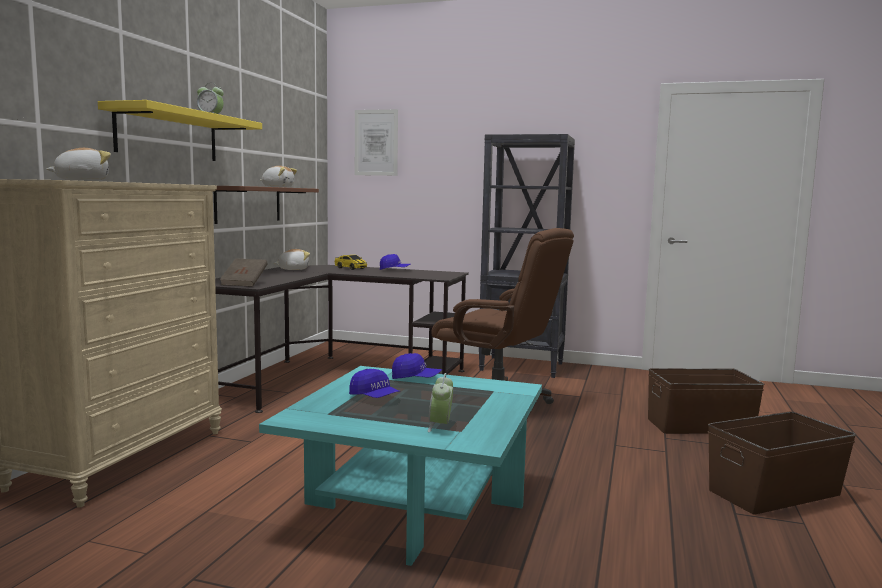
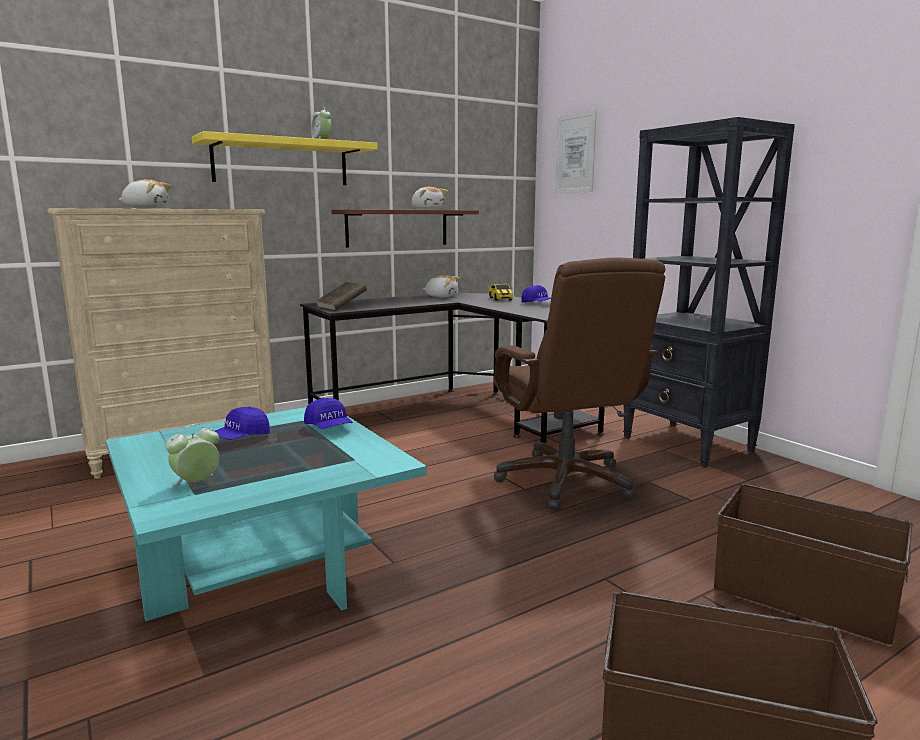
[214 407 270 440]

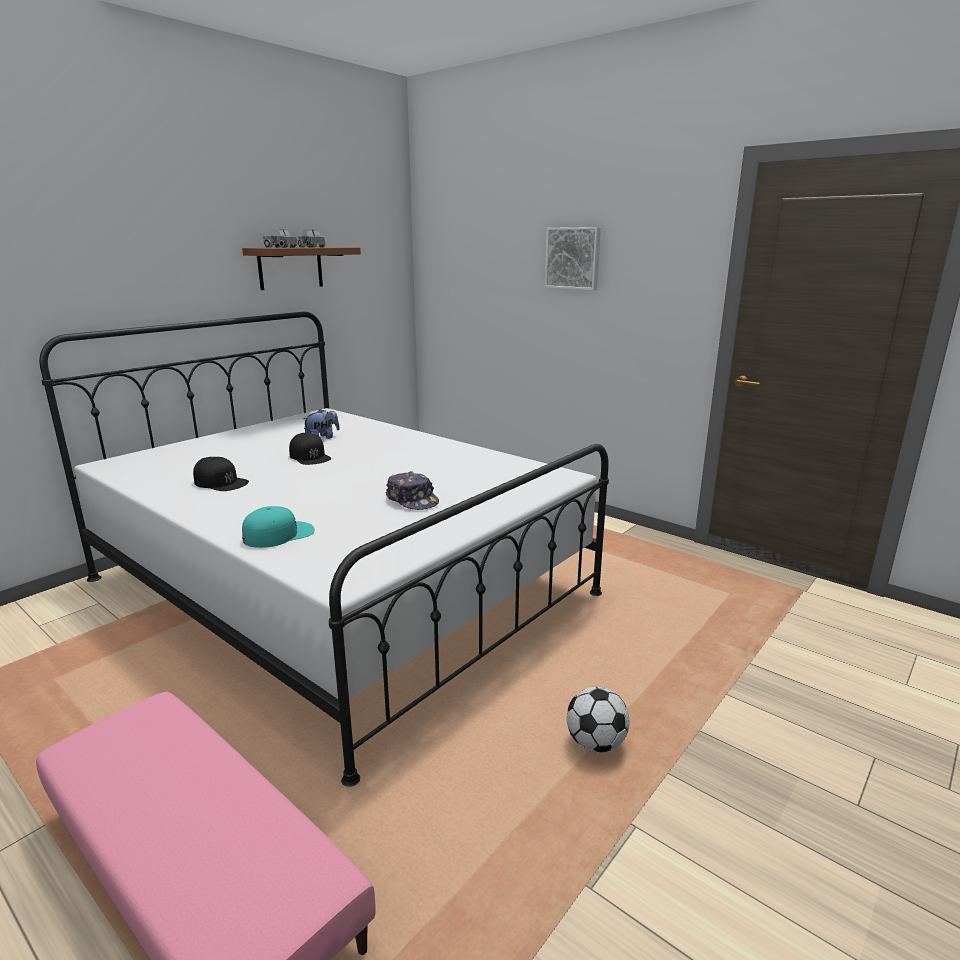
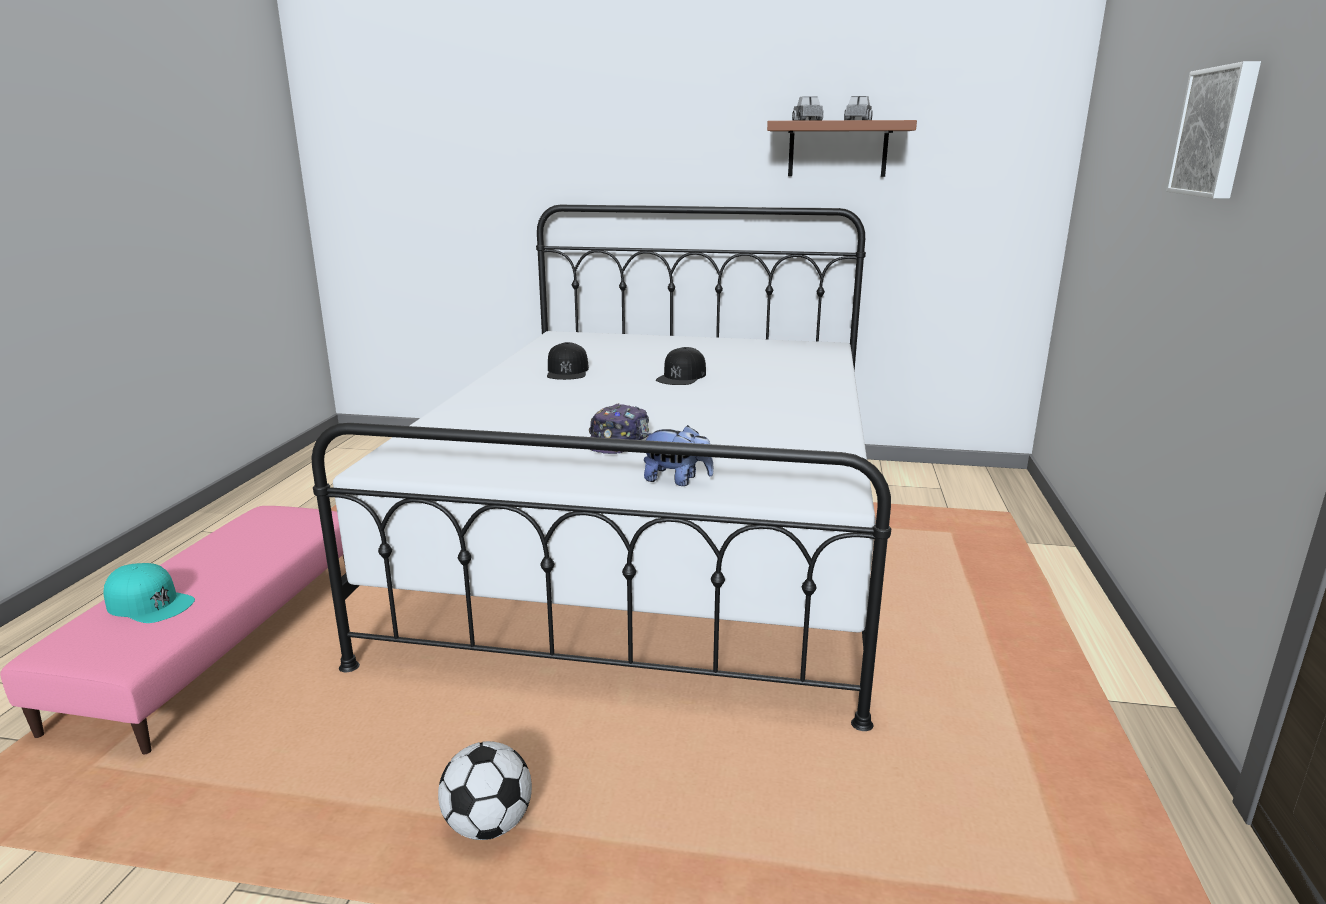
[641 425 714 486]
[104 563 195 623]

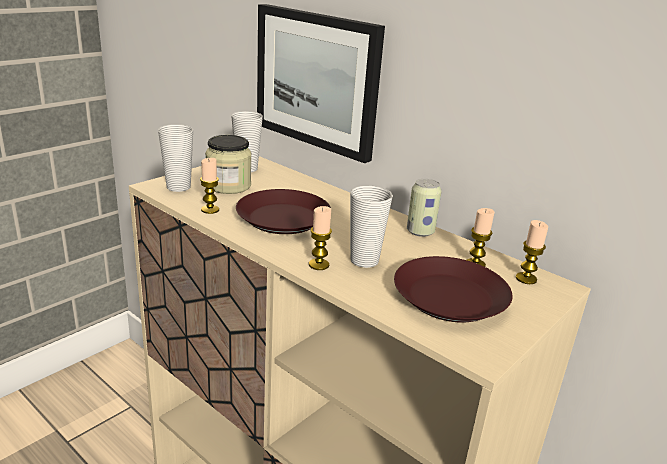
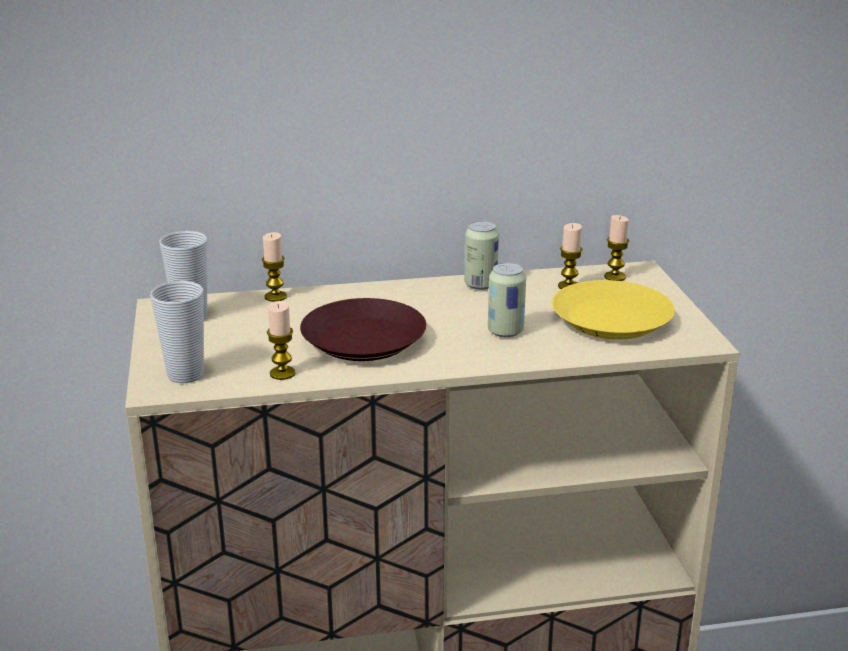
[257 4 385 163] (first image)
[205 135 251 194] (first image)
[488 263 526 337]
[262 232 287 302]
[552 280 675 340]

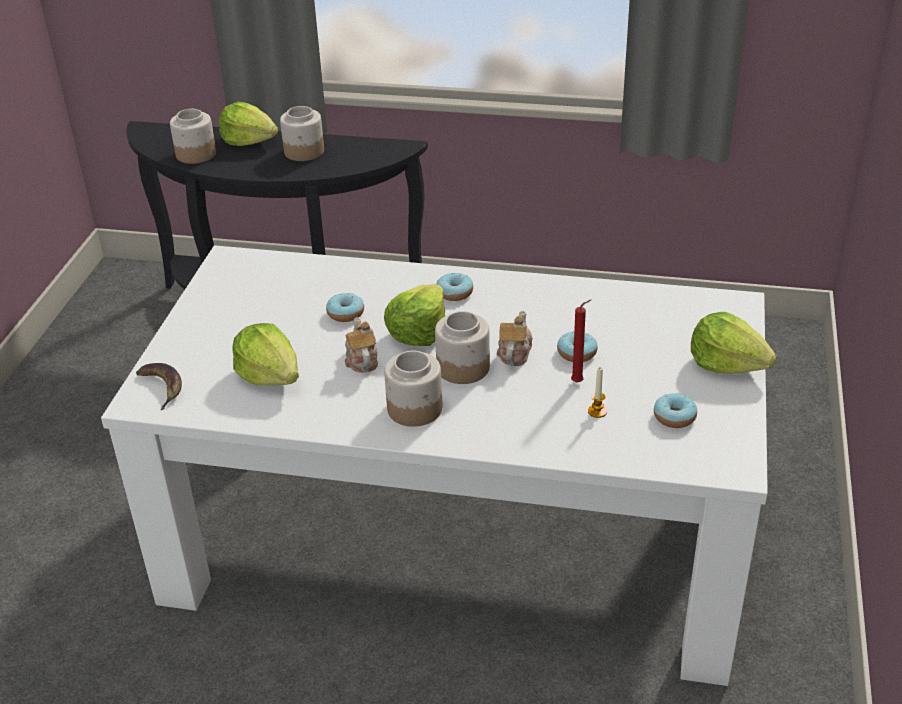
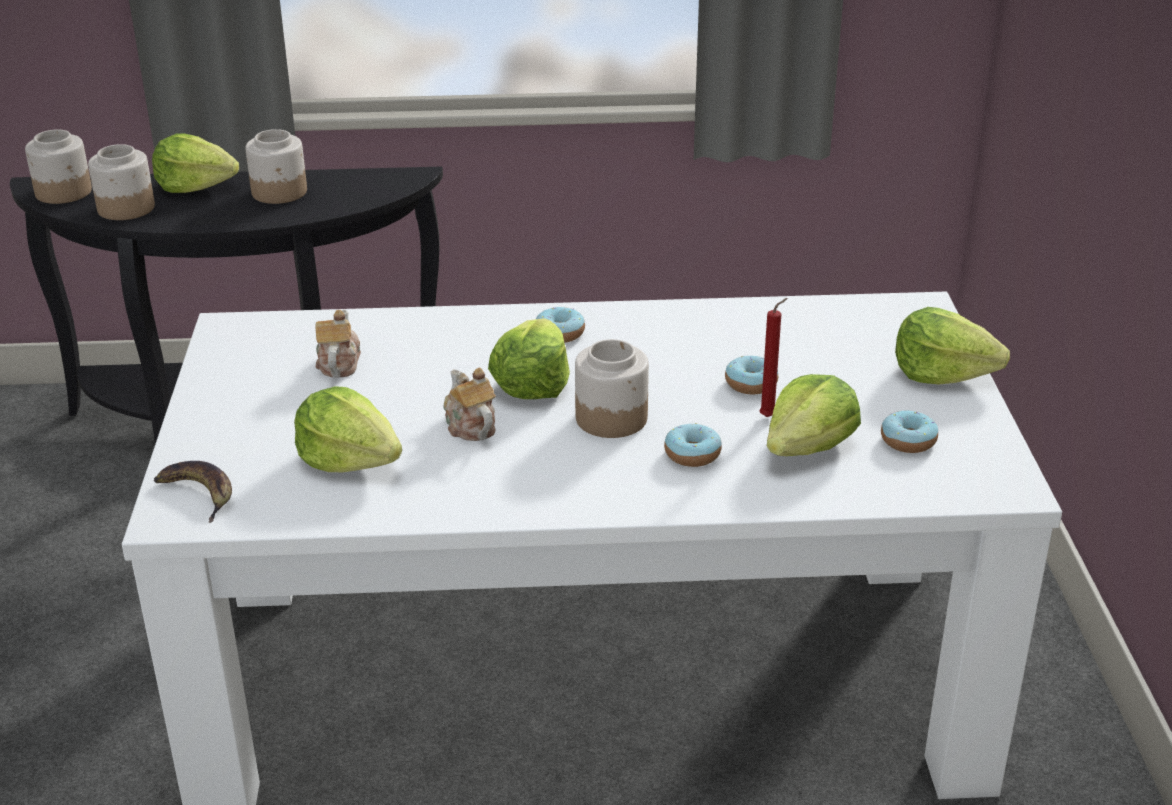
[664 423 722 467]
[315 310 361 378]
[25 130 92 204]
[767 374 861 456]

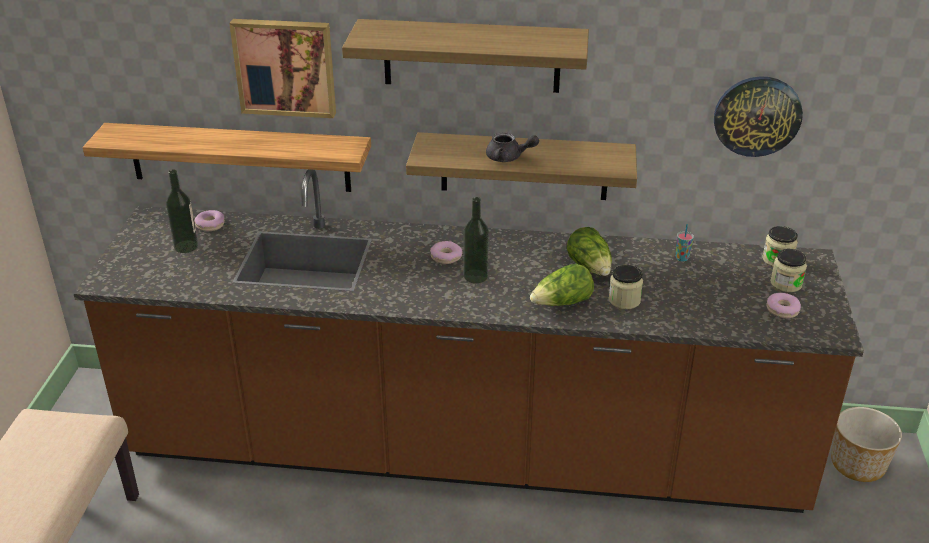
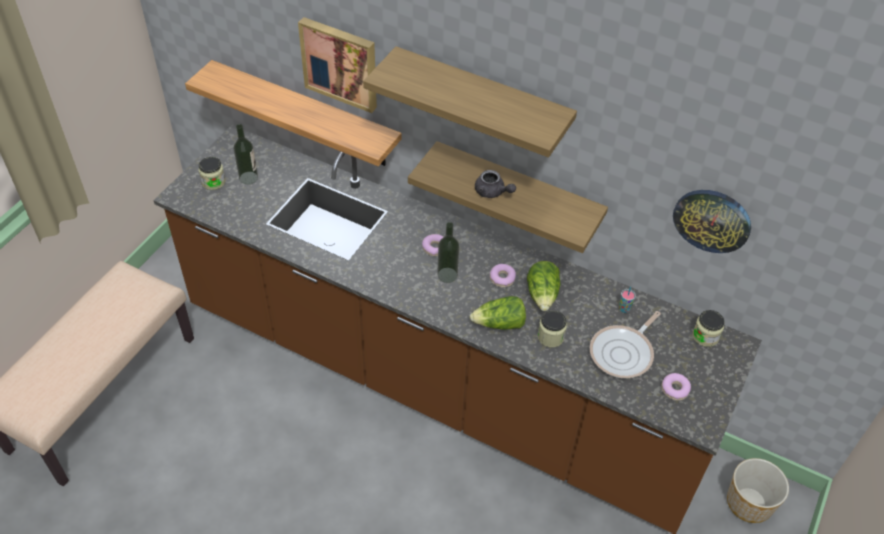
[490 264 516 287]
[199 157 226 190]
[590 311 661 378]

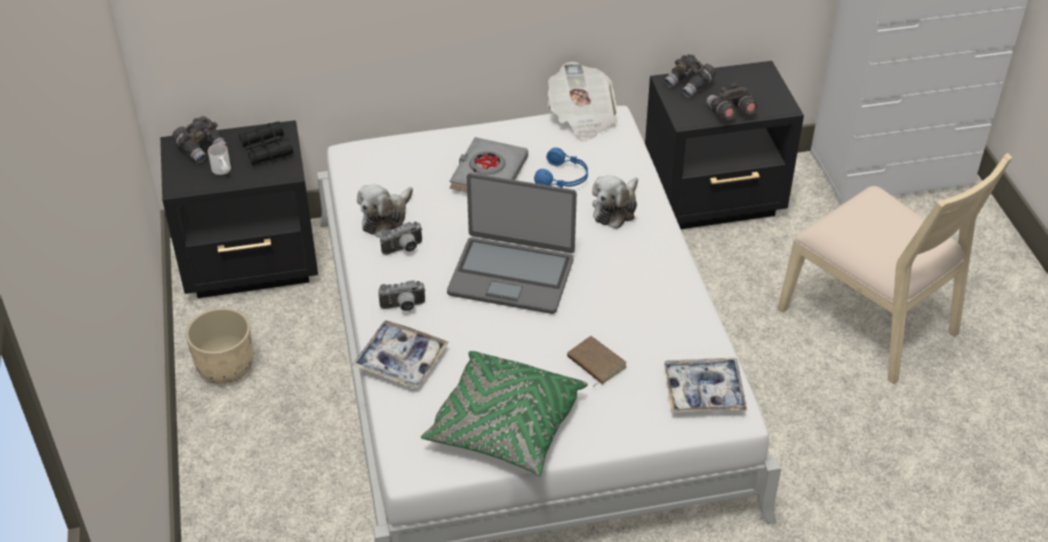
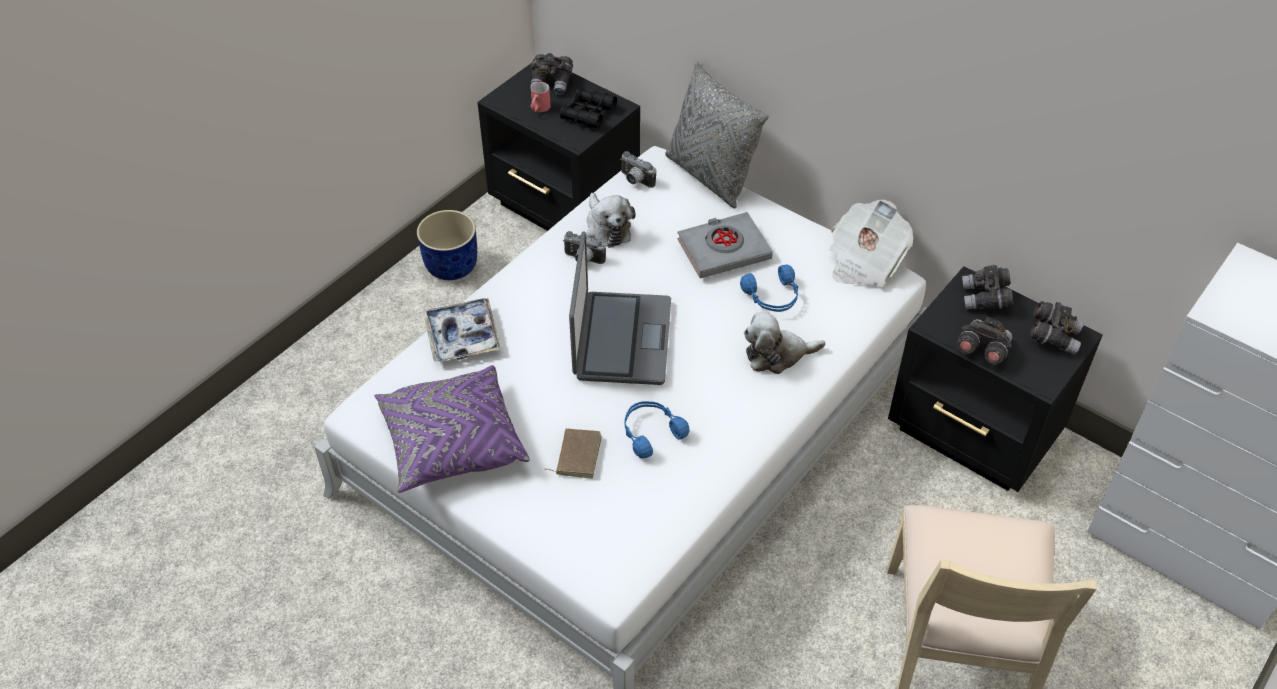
[531 82 551 112]
[569 231 671 385]
[586 193 636 248]
[620 151 656 188]
[417 210 477 280]
[374 365 530 493]
[664 358 747 412] (first image)
[665 62 769 209]
[1030 301 1084 355]
[624 401 689 459]

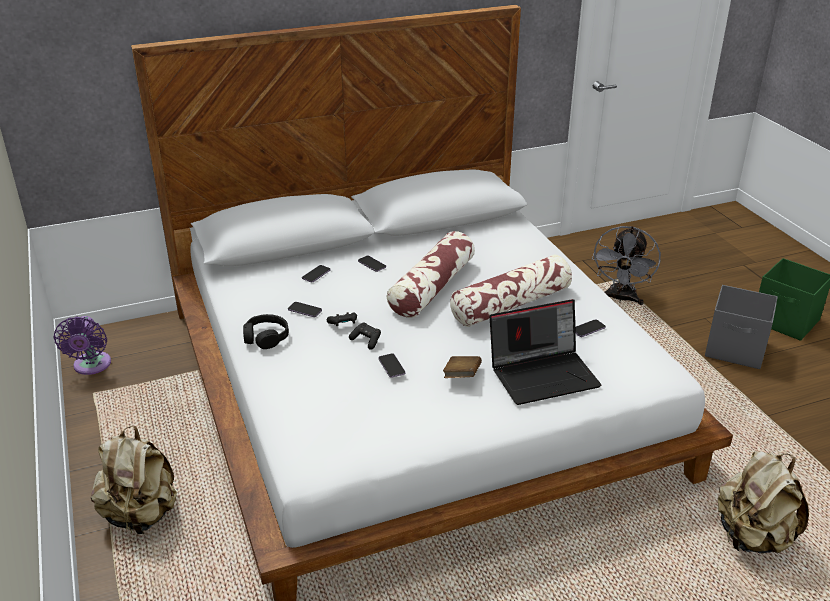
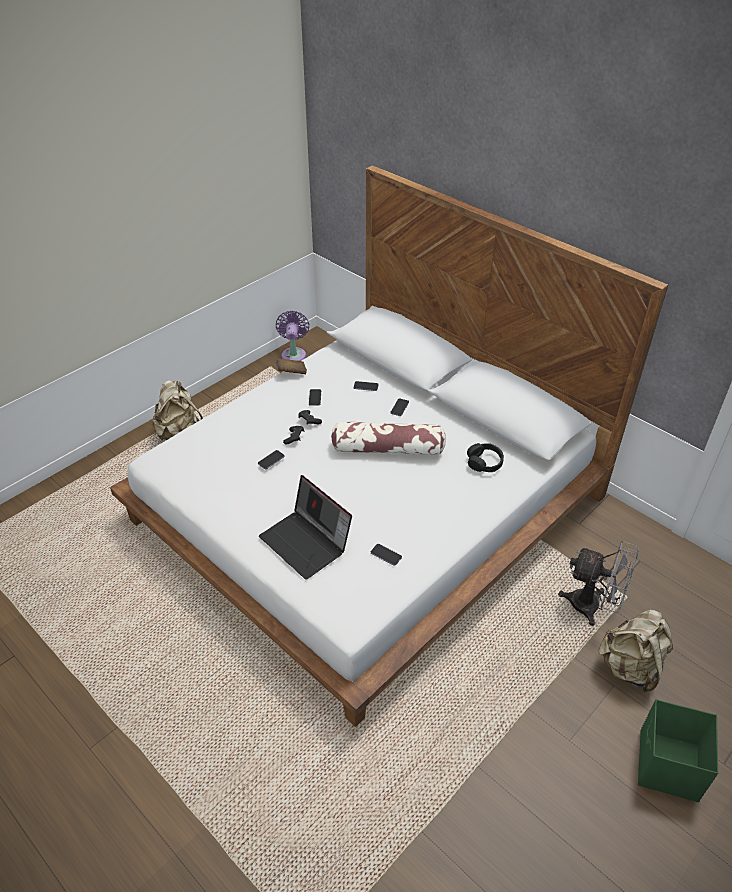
[558 541 639 626]
[450 255 572 327] (first image)
[705 285 778 369] (first image)
[467 443 504 472]
[276 310 309 361]
[276 358 307 374]
[598 610 673 692]

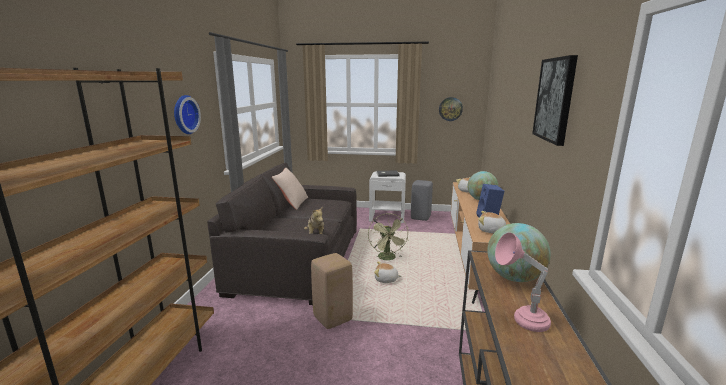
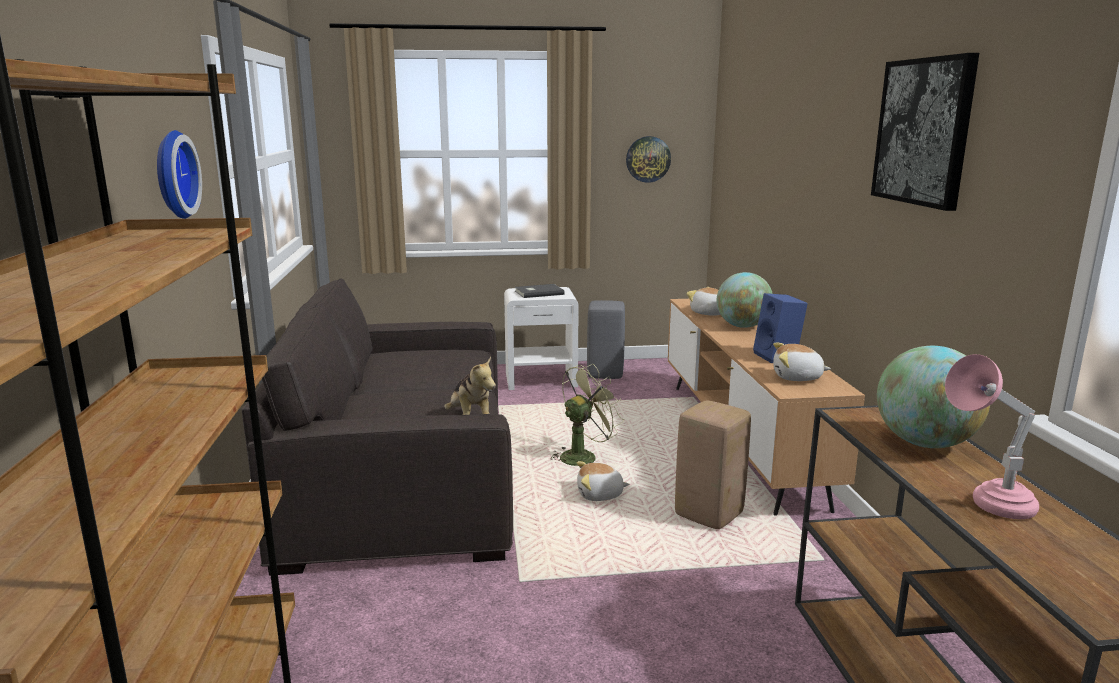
[272 168 308 210] (first image)
[551 364 624 466]
[675 400 751 529]

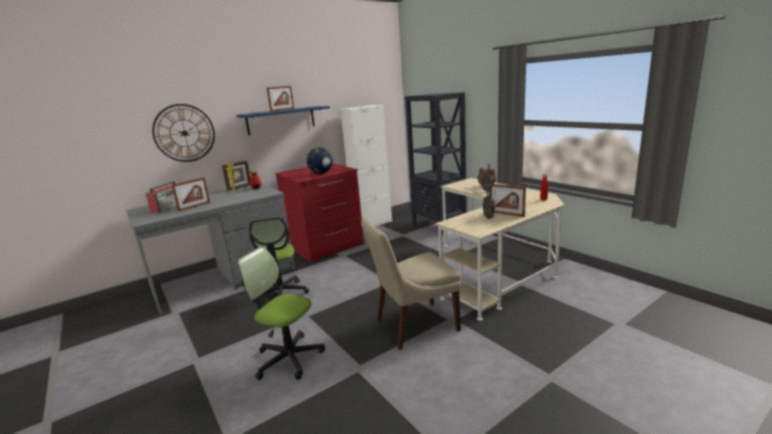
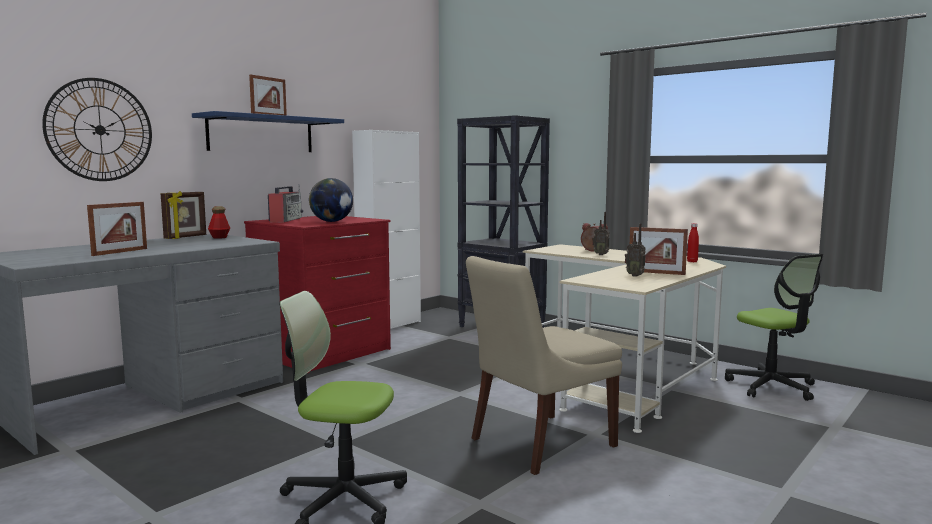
[268 185 303 223]
[725 254 824 401]

